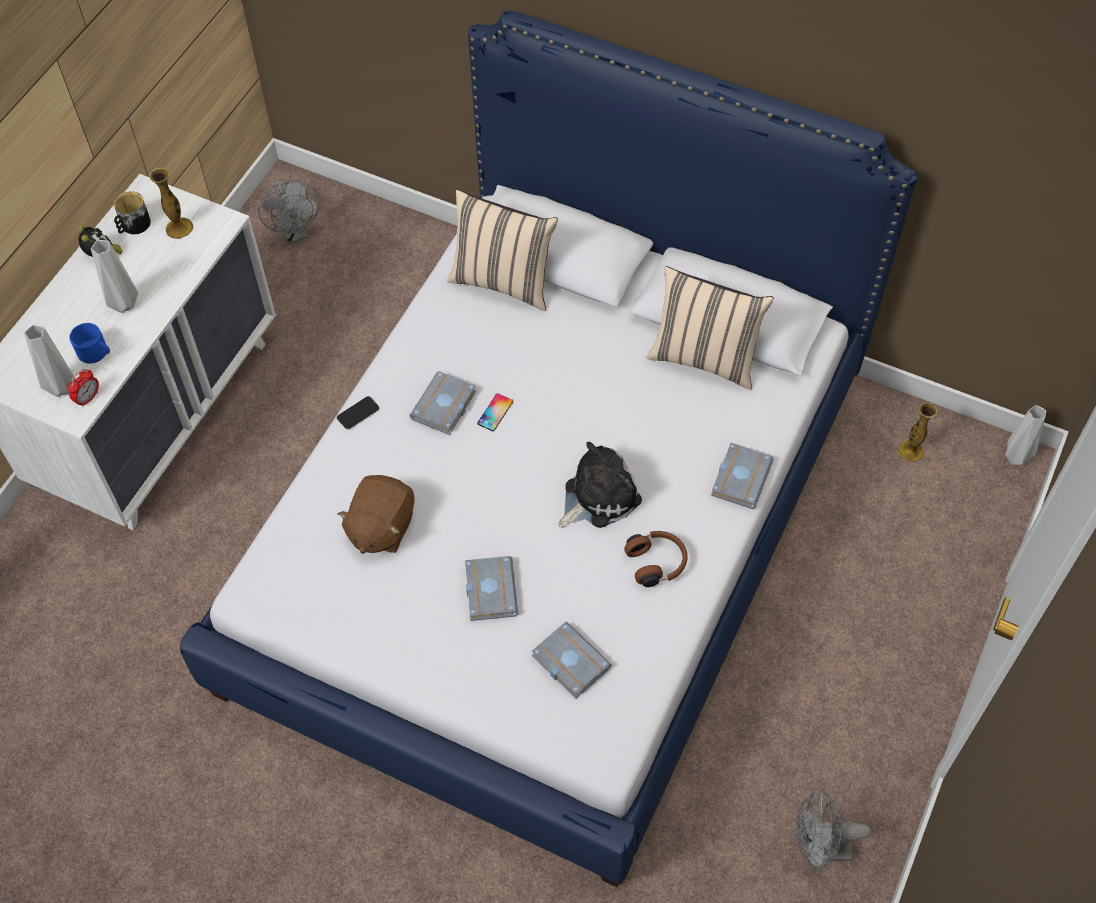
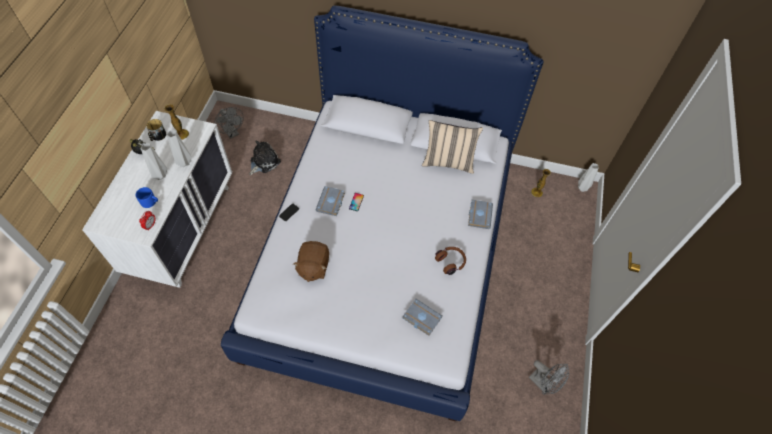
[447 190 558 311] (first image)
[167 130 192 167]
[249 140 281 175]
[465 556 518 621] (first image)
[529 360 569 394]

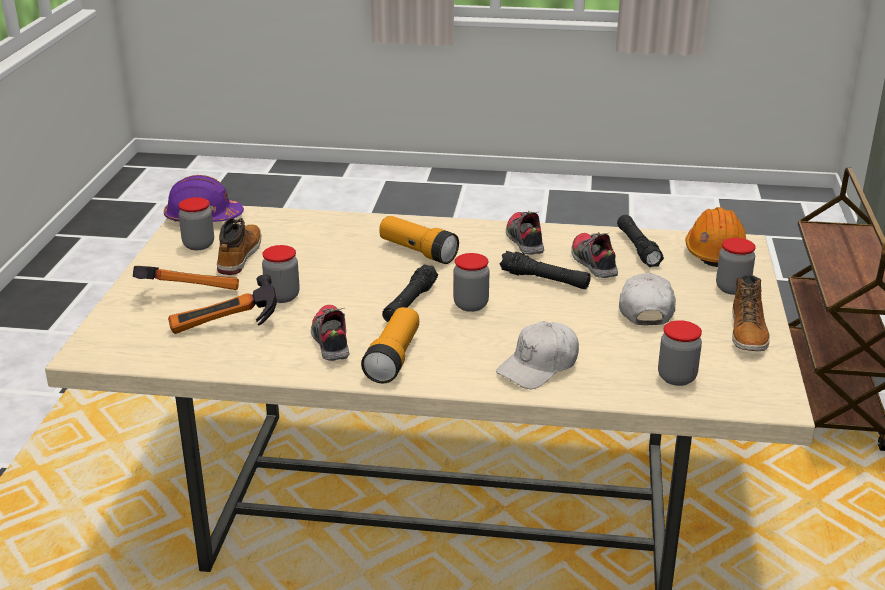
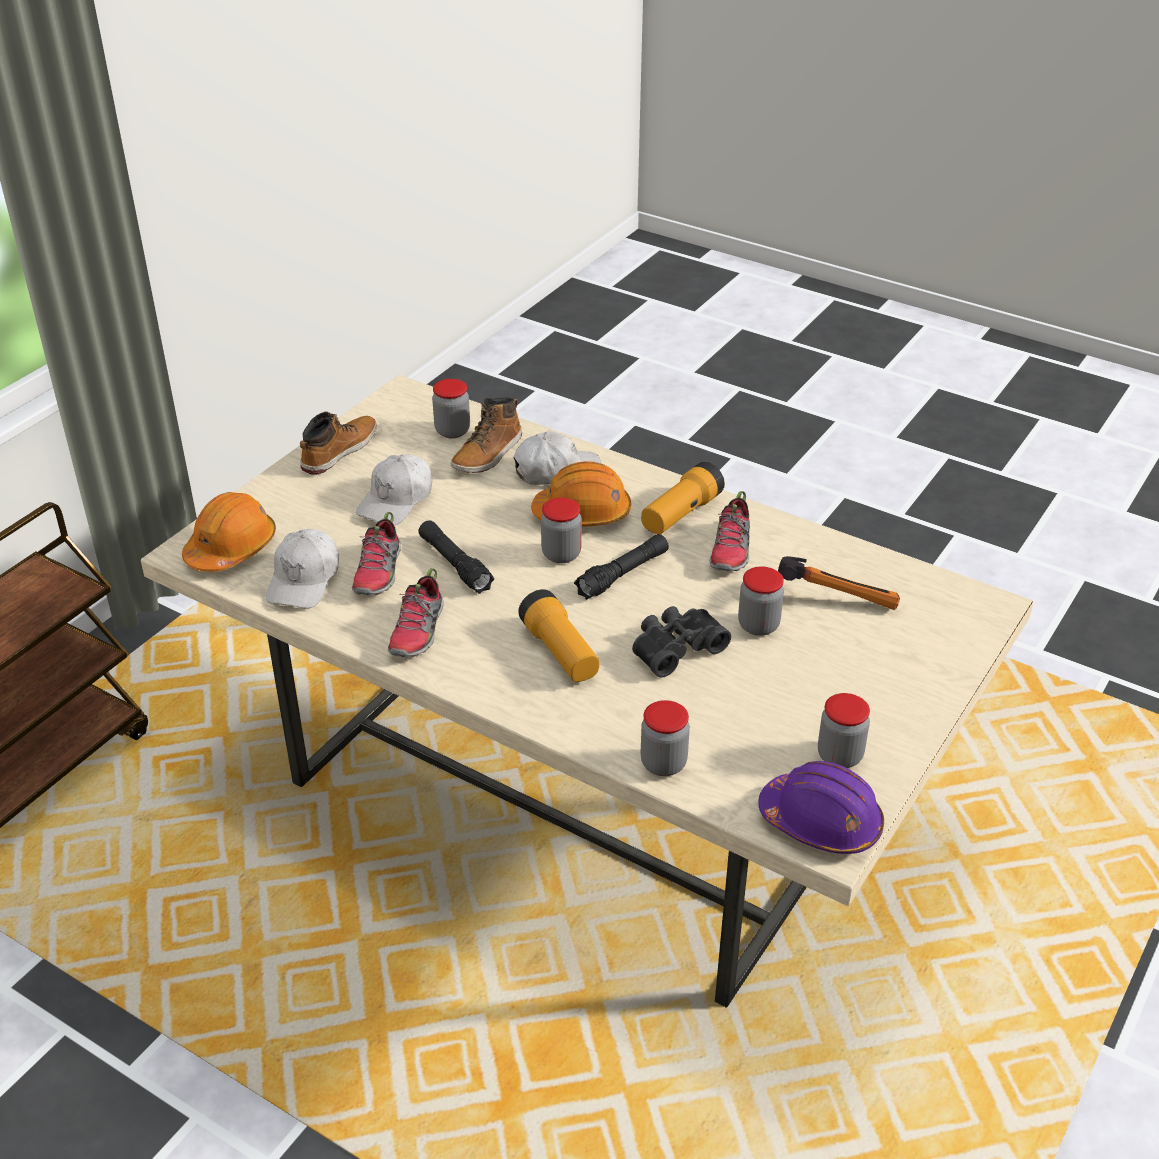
[266 529 339 609]
[451 397 522 473]
[641 700 690 776]
[133 266 239 290] (first image)
[531 461 631 527]
[632 606 731 678]

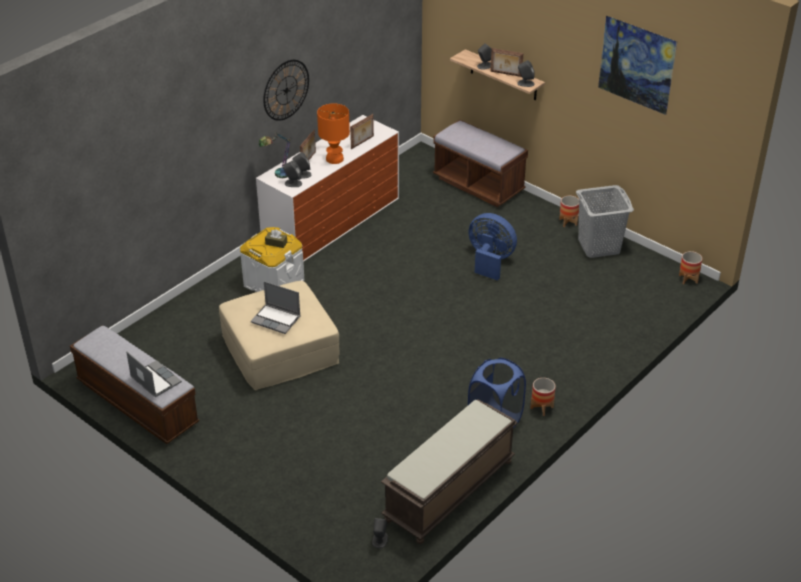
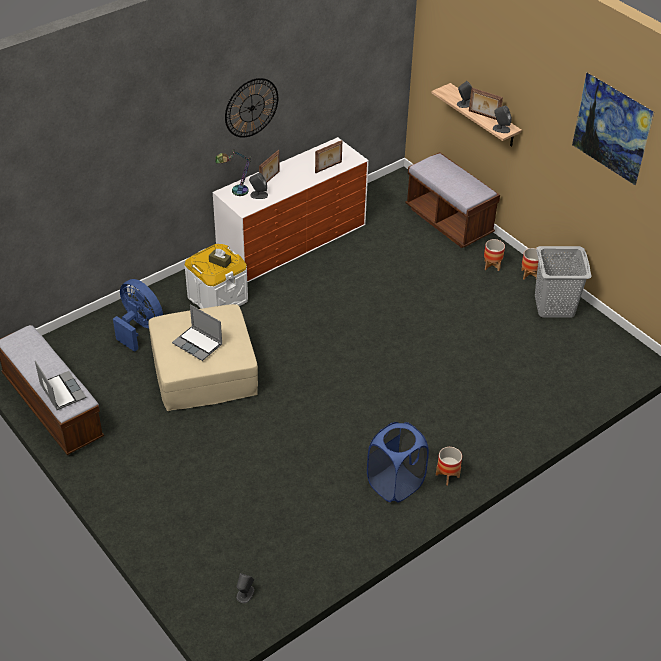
[317 103 350 164] (first image)
[283 161 302 187] (first image)
[113 279 163 352]
[484 239 505 271]
[381 399 518 544] (first image)

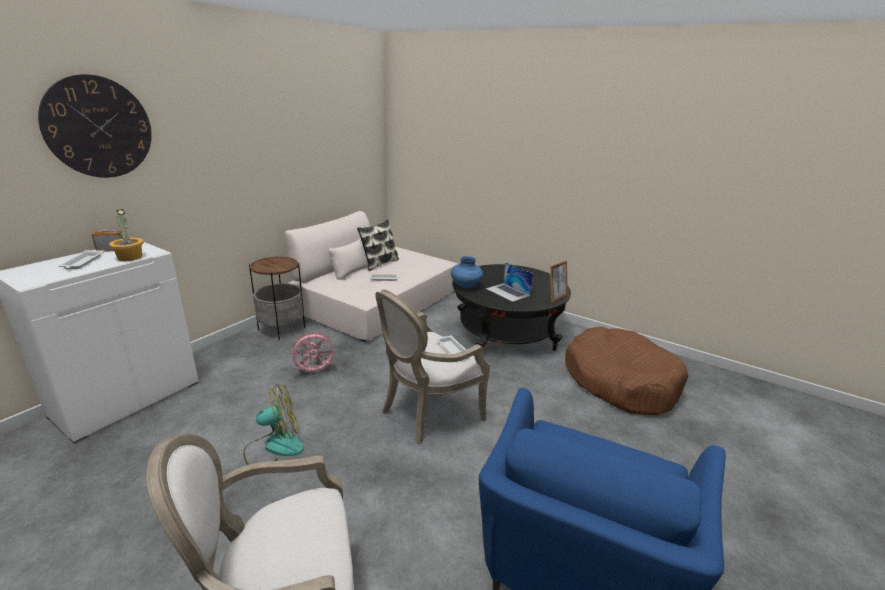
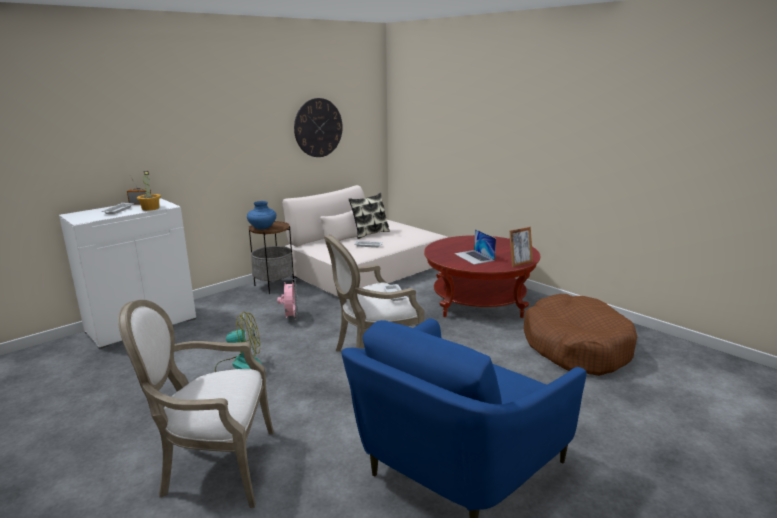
[294 98 343 157]
[247 201 276 229]
[424 235 540 318]
[277 279 298 320]

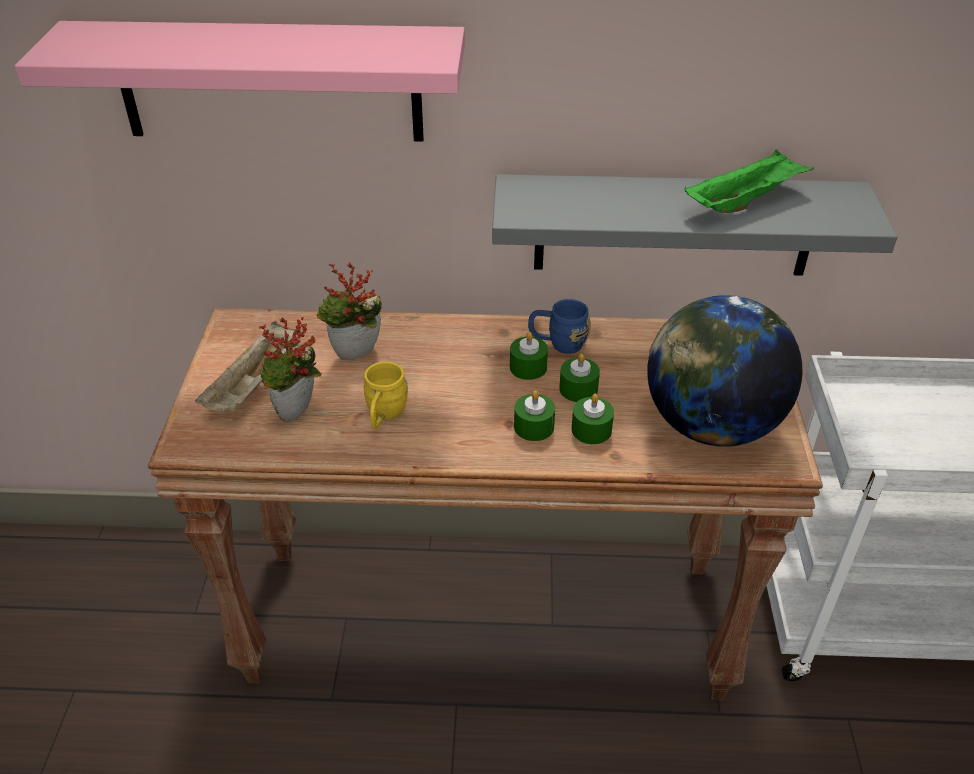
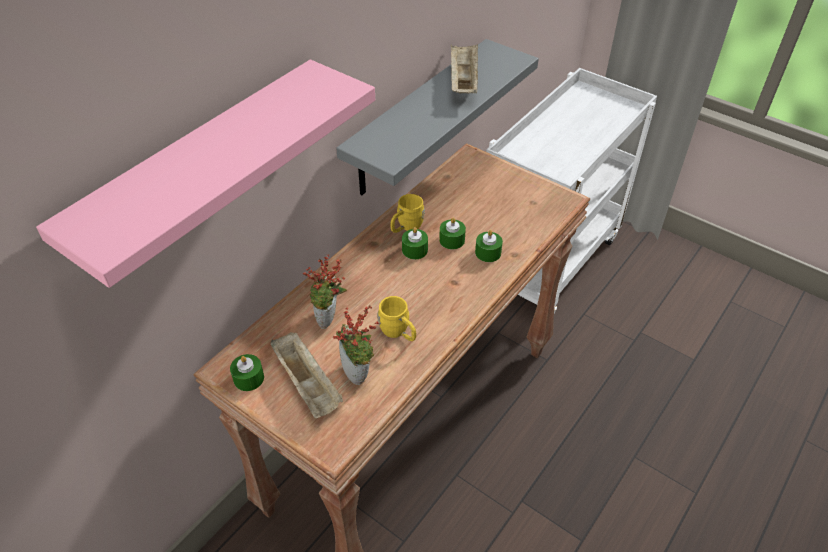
[451 44 478 94]
[647 295 803 447] (first image)
[390 194 425 233]
[230 354 264 391]

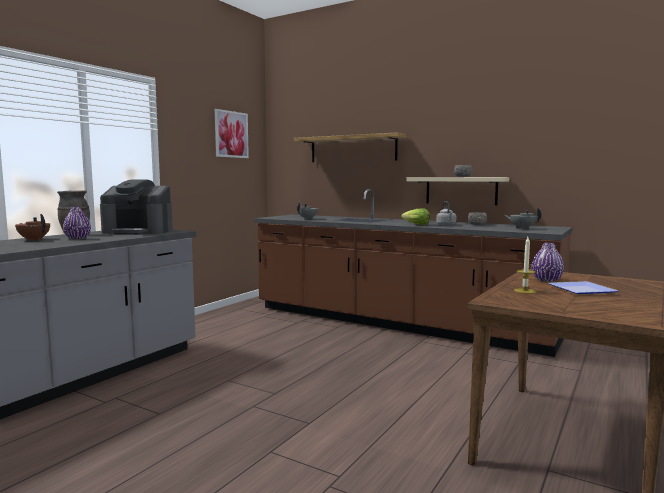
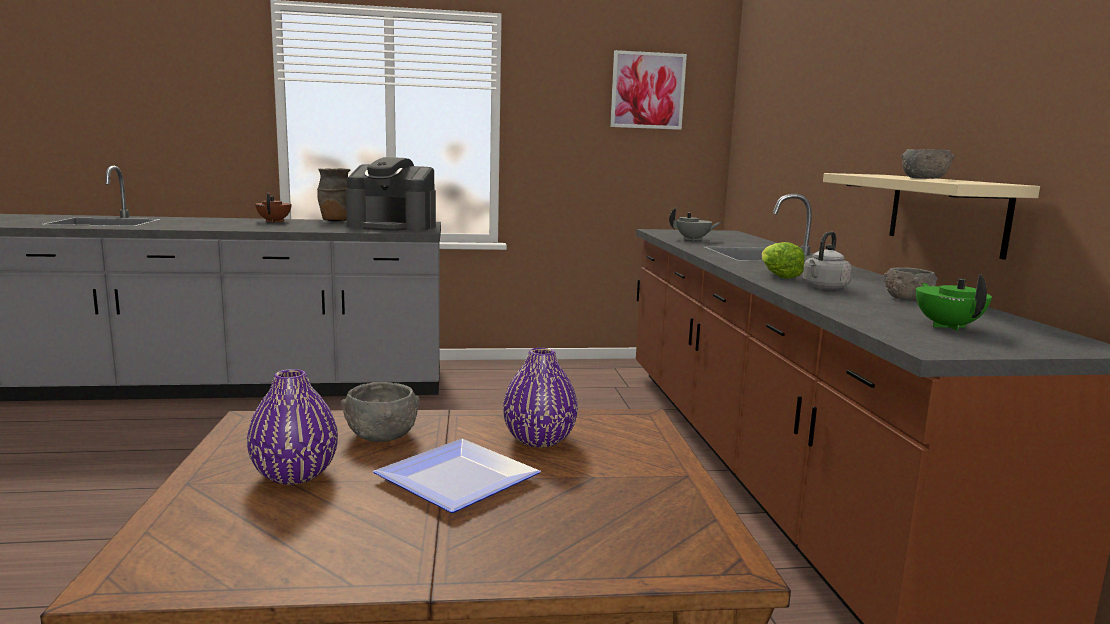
[294 132 407 162] (first image)
[346 157 436 231]
[247 369 338 485]
[916 275 992 331]
[340 382 420 442]

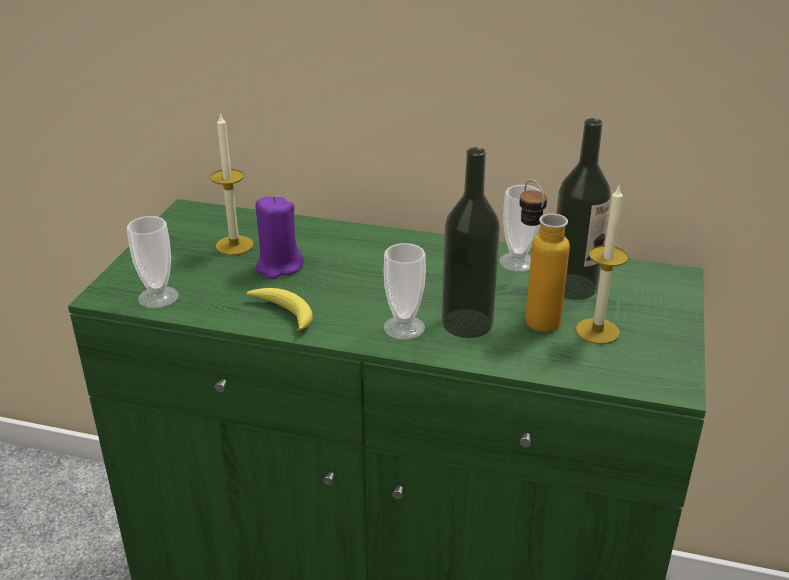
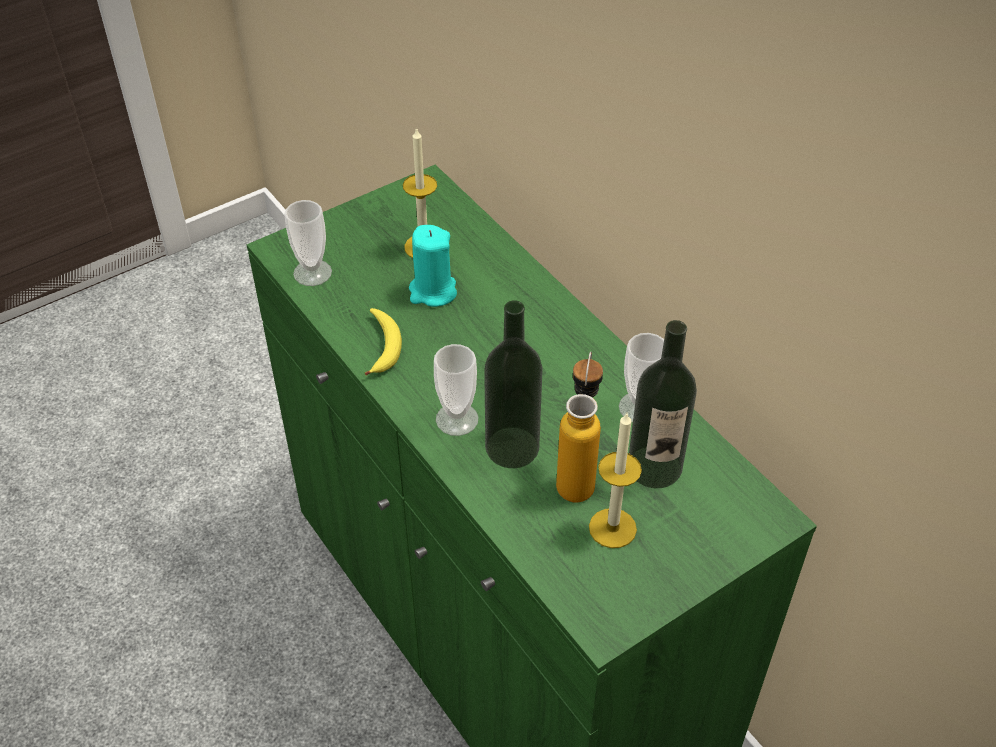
[409 225 457 307]

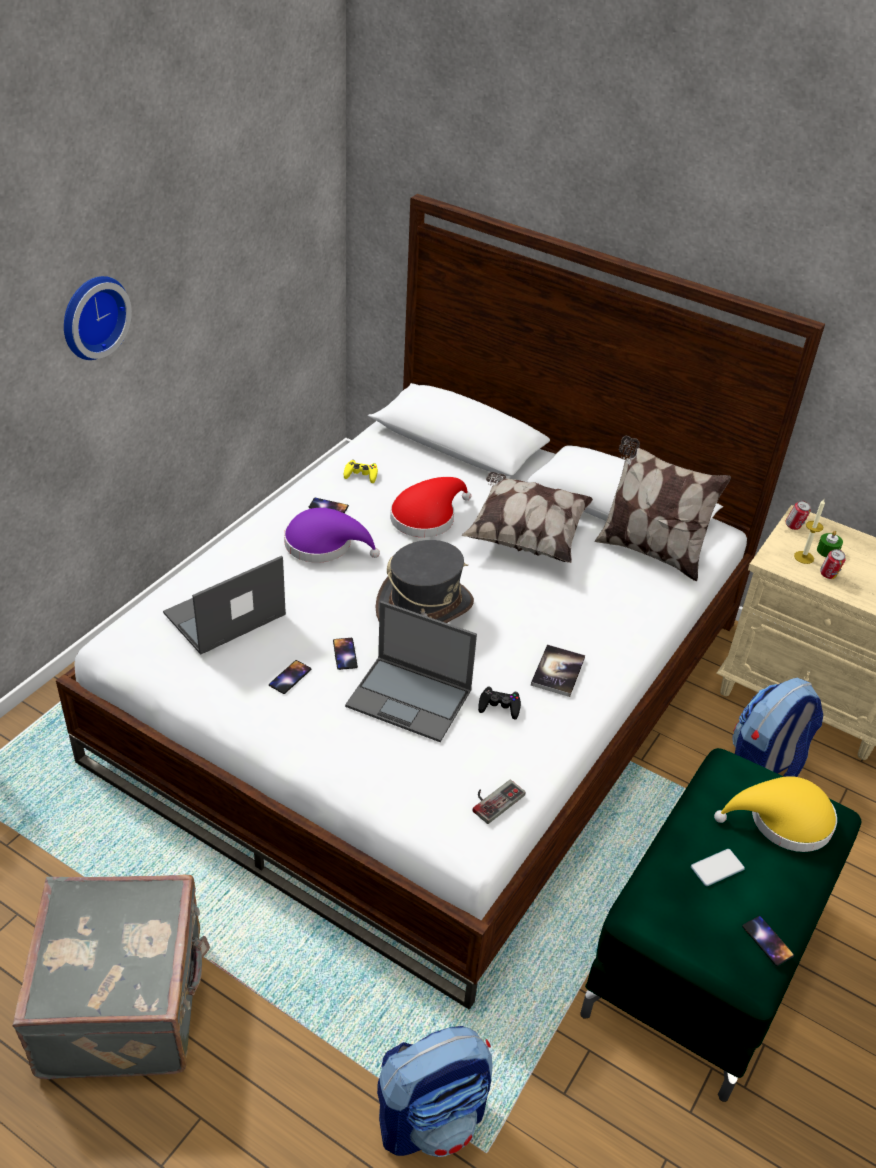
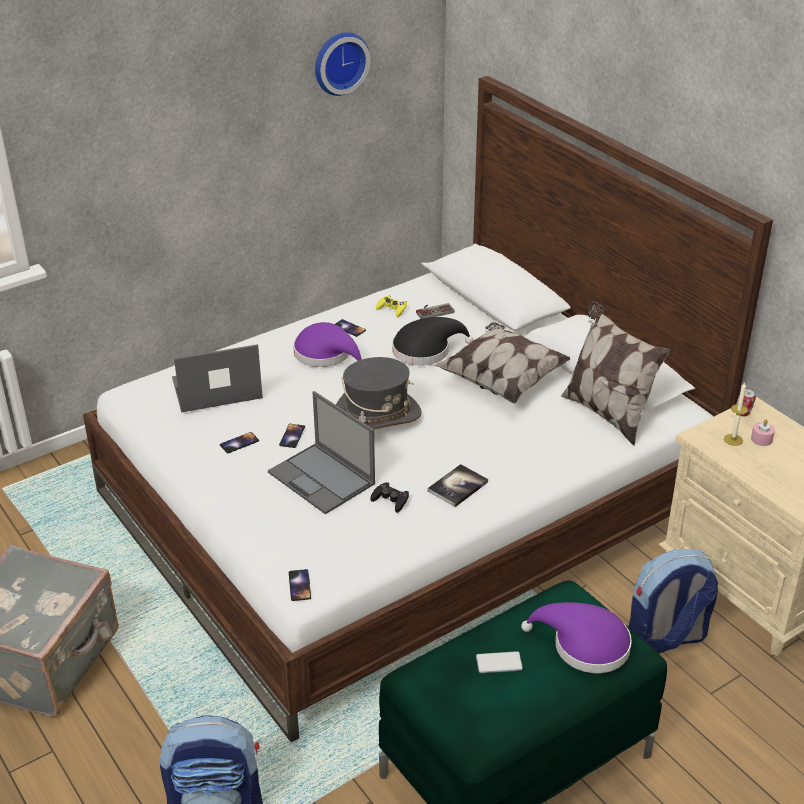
[315 32 370 96]
[392 317 473 365]
[751 419 775 446]
[820 549 846 579] (first image)
[521 602 632 673]
[416 303 454 319]
[289 569 311 601]

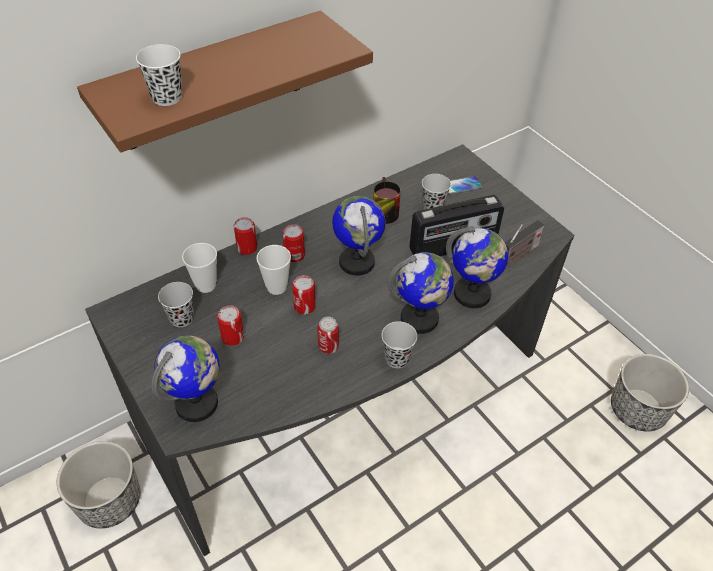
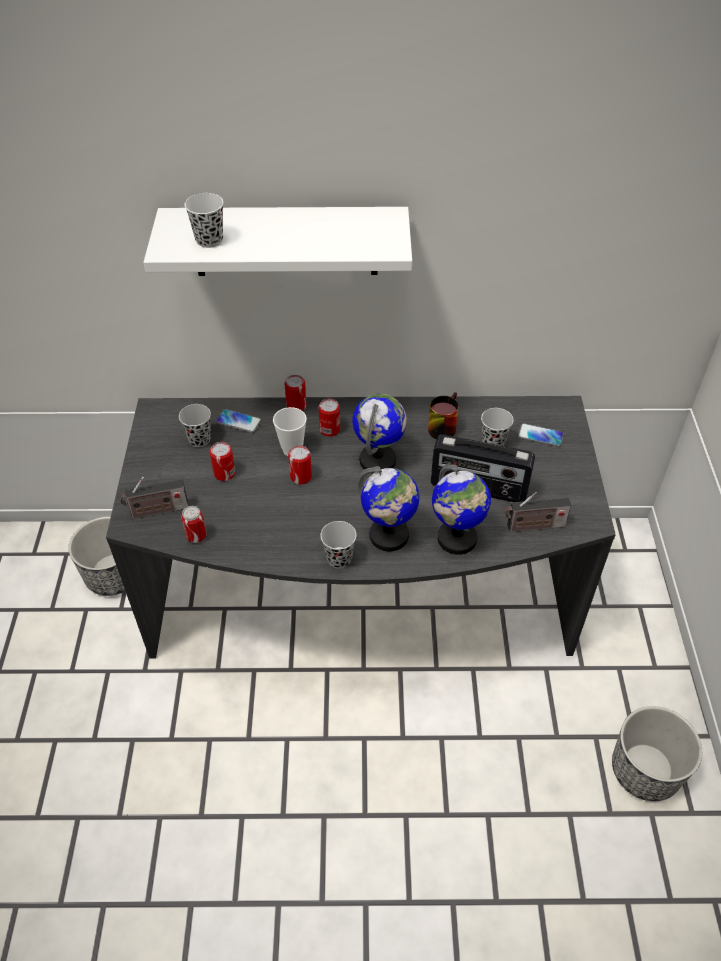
[144 207 412 276]
[216 409 262 433]
[181 506 207 543]
[120 477 189 519]

